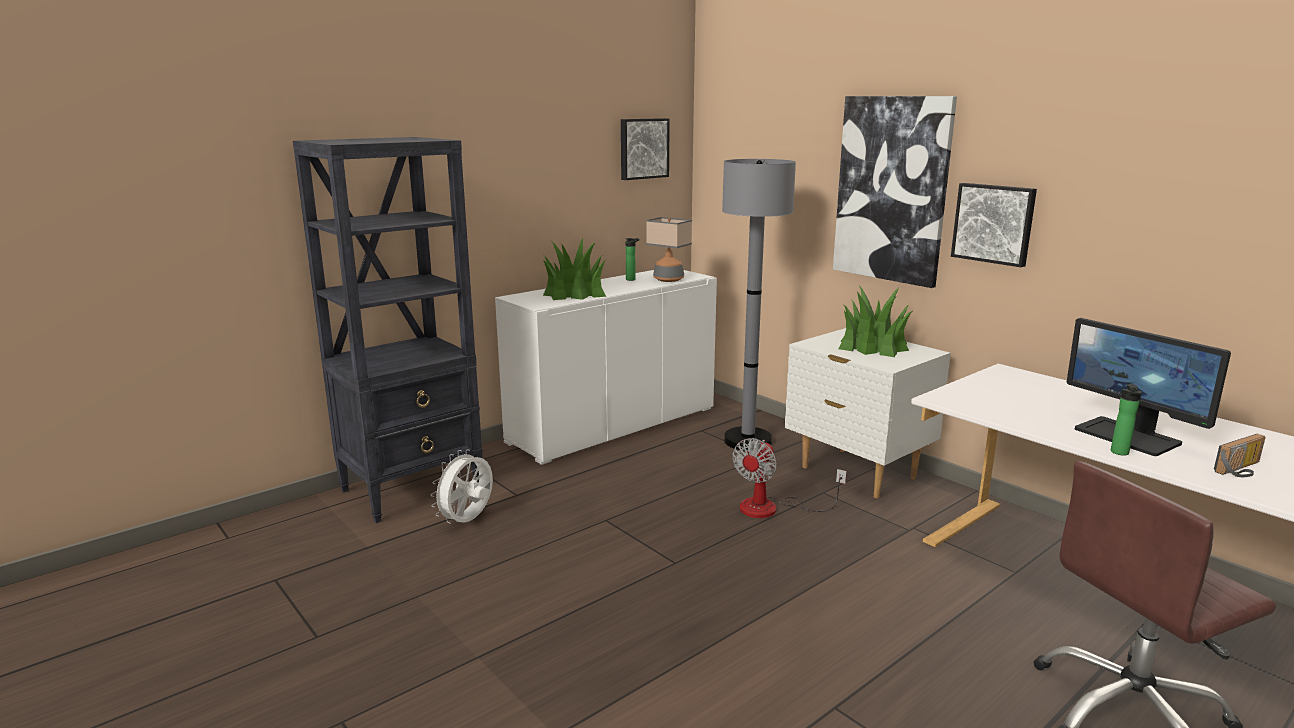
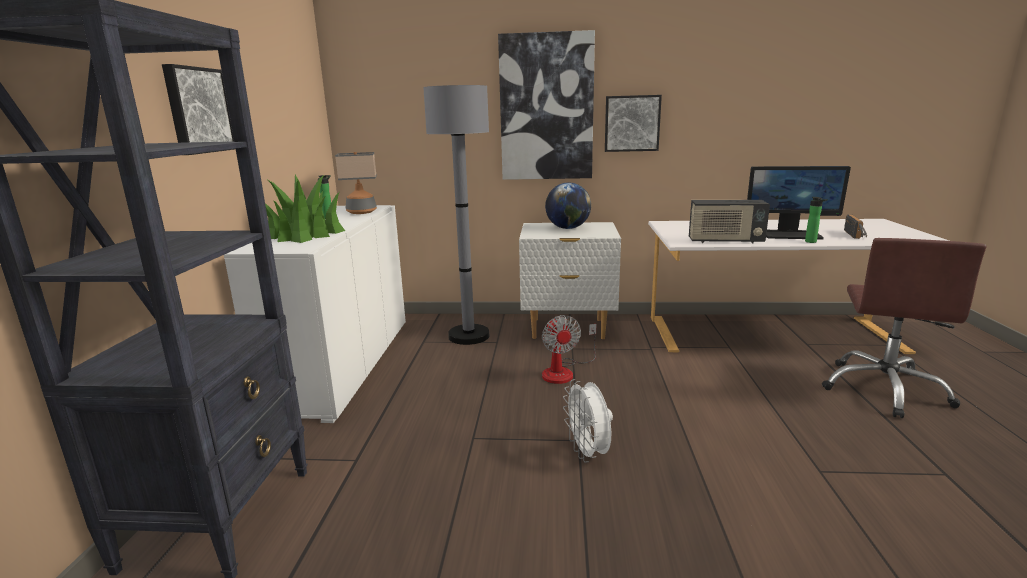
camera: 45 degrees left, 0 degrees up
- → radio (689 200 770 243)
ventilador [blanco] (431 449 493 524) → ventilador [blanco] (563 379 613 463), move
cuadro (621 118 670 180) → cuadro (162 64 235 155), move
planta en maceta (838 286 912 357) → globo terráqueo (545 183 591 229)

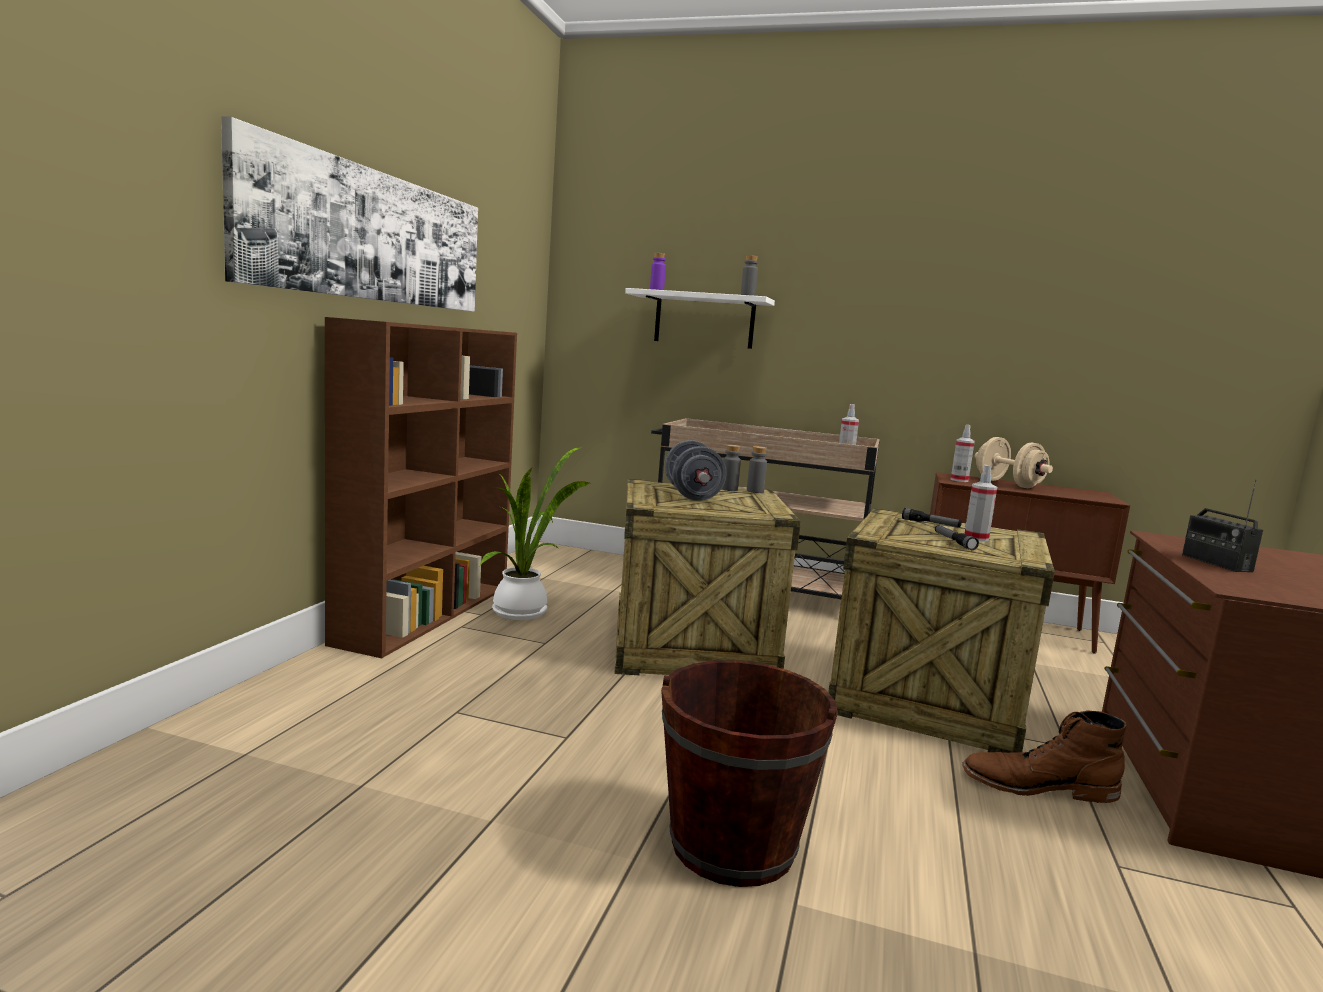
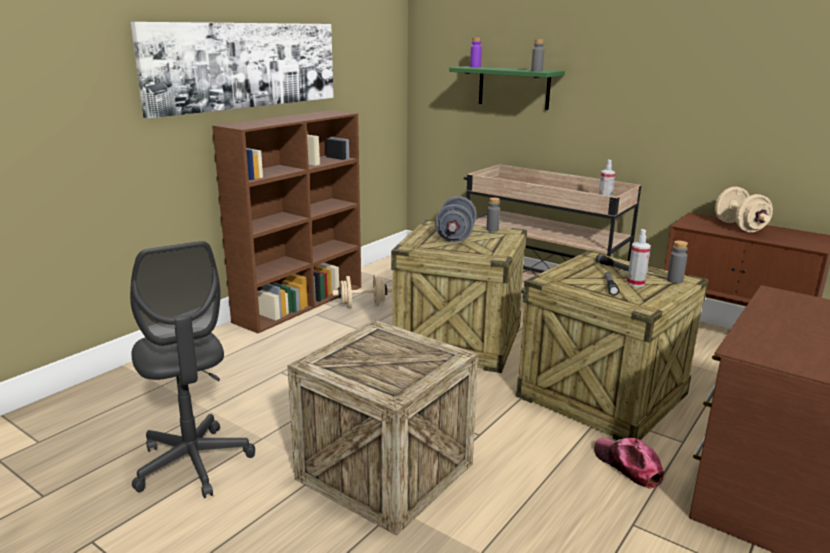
camera: 20 degrees right, 10 degrees up
pulverizador (951 425 975 482) → -
radio (1182 480 1263 572) → -
- → silla de oficina [gris] (130 241 255 498)
botella [gris] (747 446 767 493) → botella [gris] (667 241 688 283), move
planta en maceta (480 447 589 620) → mancuerna [beis] (333 274 392 308)
cubo [marrón] (661 660 838 887) → caja de embalaje (287 320 478 536)
bota [marrón] (962 710 1127 803) → gorra (594 438 664 489)
estante [blanco] (625 288 775 349) → estante [verde] (449 66 565 110)

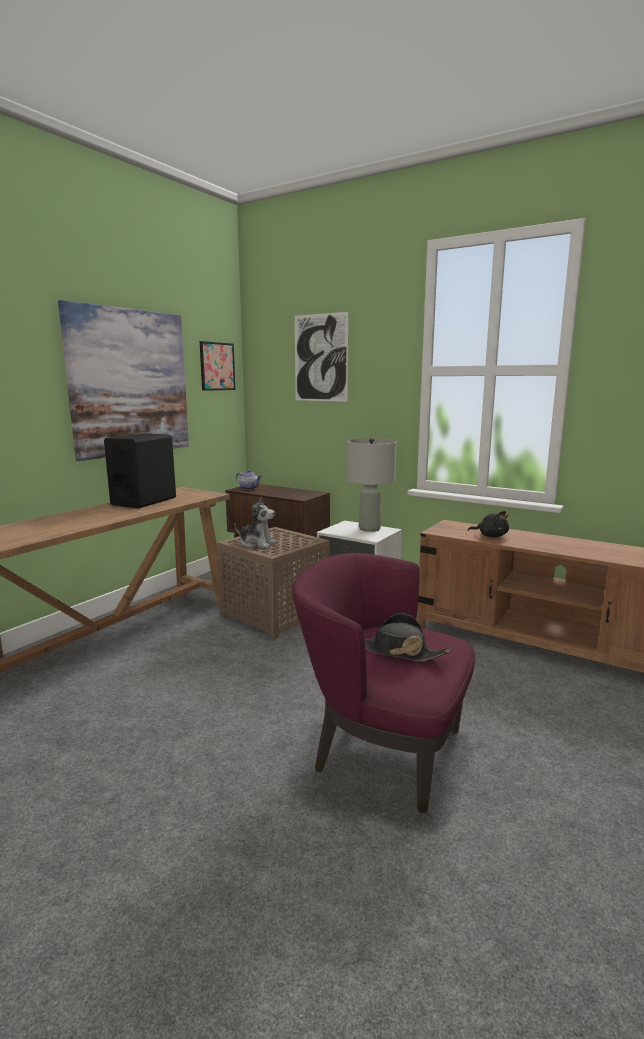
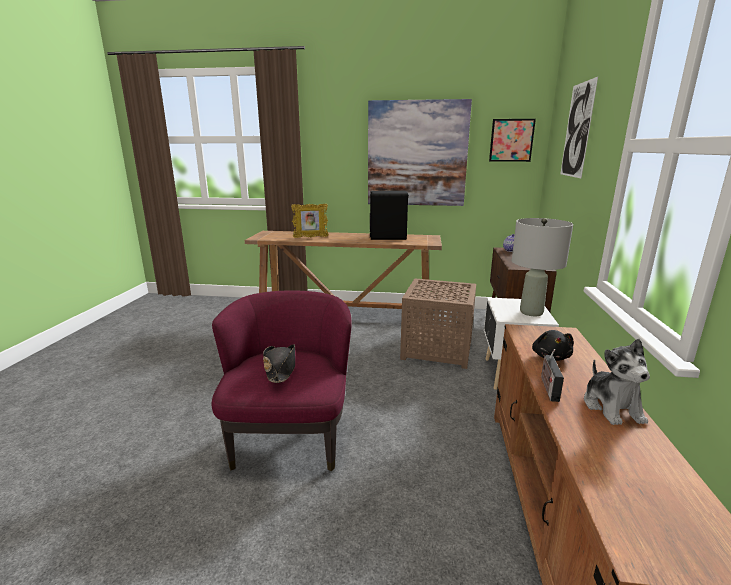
camera: 65 degrees right, 5 degrees up
- → portarretratos (291 204 329 238)
- → radio (541 349 564 402)
peluche (235 497 277 548) → peluche (584 339 650 425), move

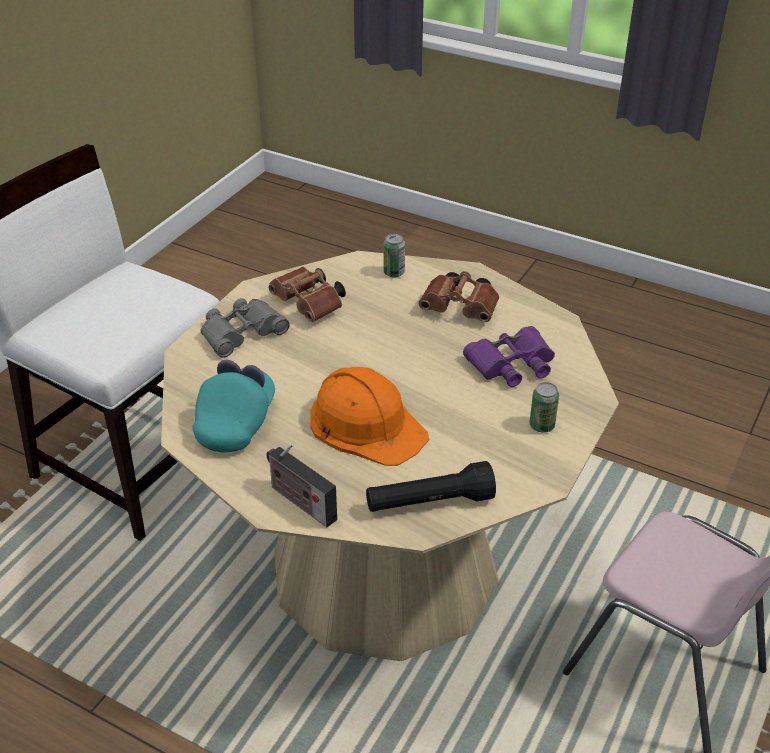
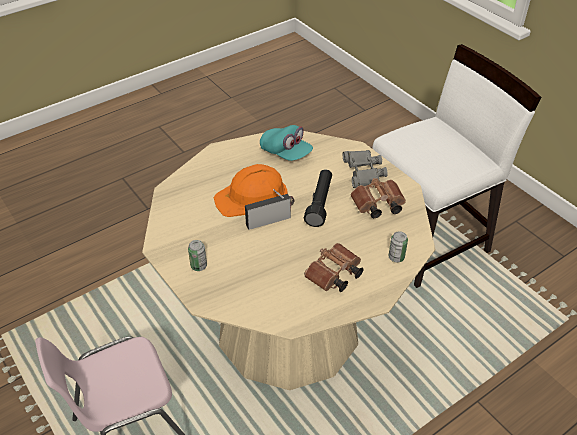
camera: 115 degrees right, 5 degrees up
prismáticos [morado] (463 326 555 387) → -
radio (266 444 337 527) → radio (245 189 295 230), move
linterna [negro] (366 461 496 512) → linterna [negro] (304 169 332 227), move

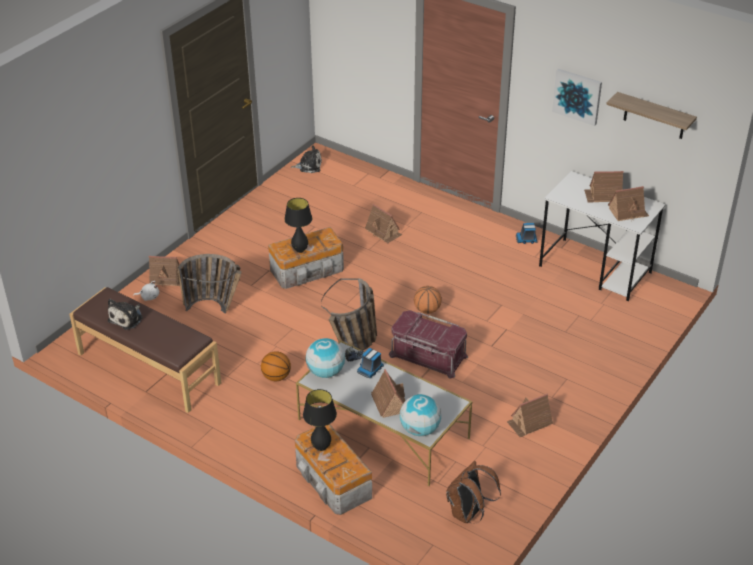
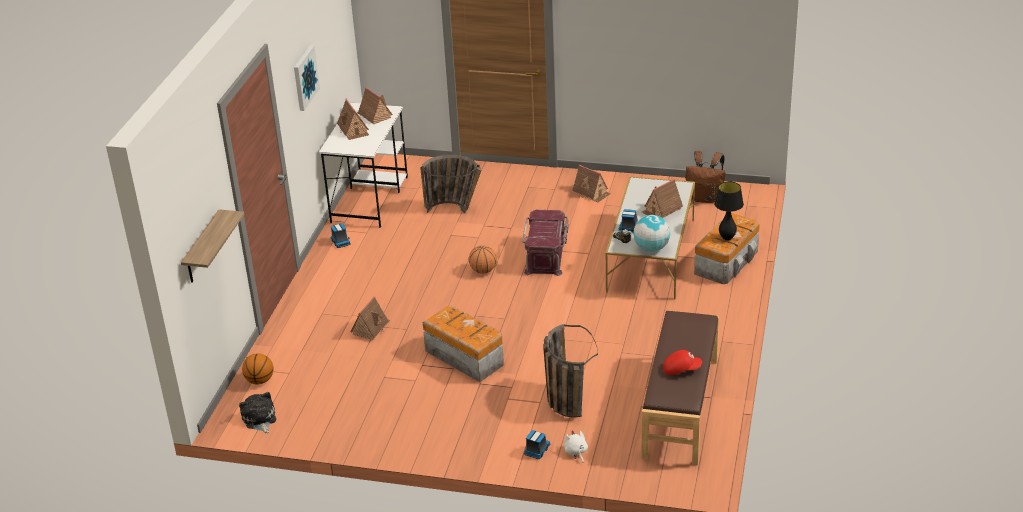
camera: 110 degrees left, 5 degrees down
lámpara de mesa [negro] (284 198 312 253) → -
globo terráqueo (400 394 441 436) → -
balón de baloncesto (261 351 291 381) → balón de baloncesto (242 353 273 384), move
cesta (321 278 377 350) → cesta (420 155 481 213), move
estante (606 92 697 139) → estante (181 209 244 283), move
peluche (108 299 143 330) → gorra [rojo] (663 350 702 375)
casita (149 256 180 287) → camión de juguete (524 430 551 459)

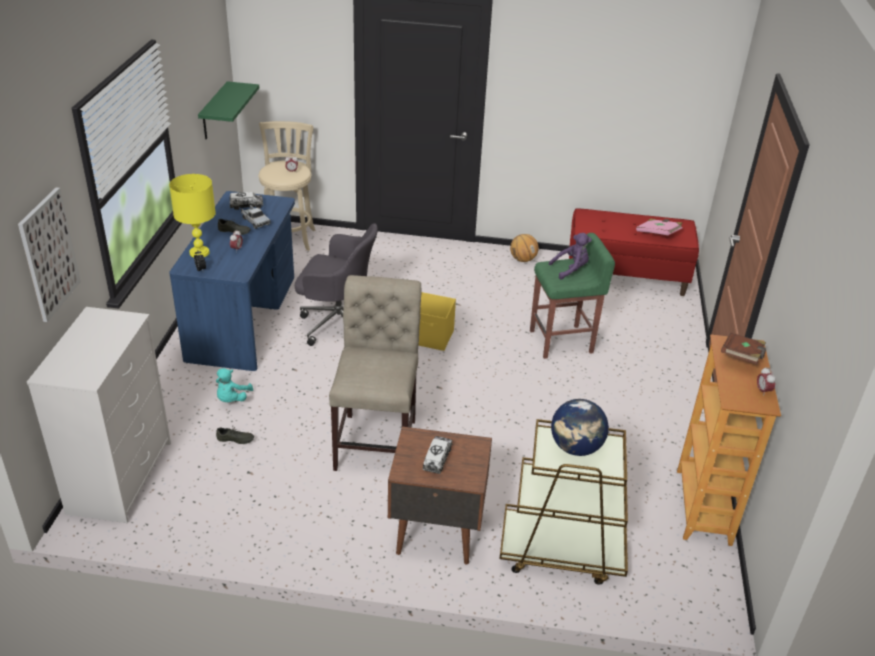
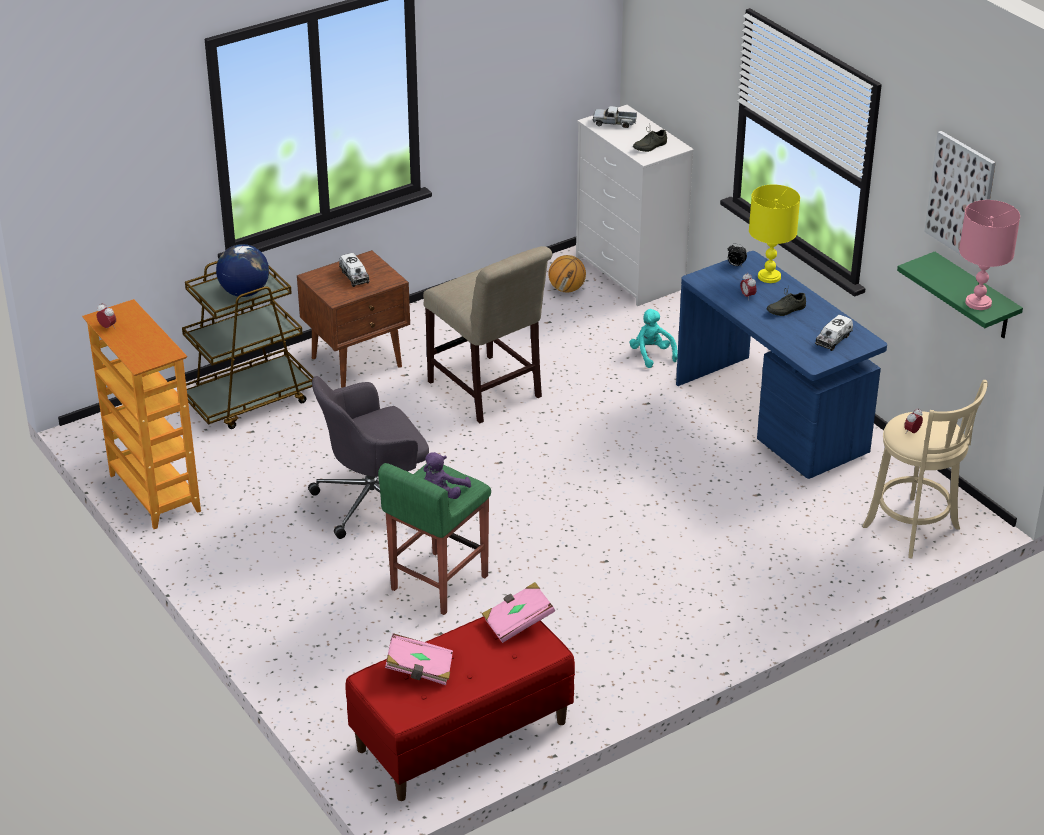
camera: 140 degrees right, 0 degrees up
caja de almacenaje [amarillo] (418 292 456 351) → -
libro [marrón] (721 333 766 364) → -
- → libro [rosa] (482 582 555 643)
- → lámpara de mesa [rosa] (959 200 1020 310)
cuadro (18 188 81 322) → cuadro (924 131 996 255), move
zapato [gris] (216 427 254 444) → zapato [gris] (633 127 667 152), move
camión de juguete (241 205 271 229) → camión de juguete (593 106 637 128), move
silla de oficina [gris] (295 223 378 346) → silla de oficina [gris] (308 376 429 539), move
balón de baloncesto (510 234 539 262) → balón de baloncesto (548 255 586 292), move

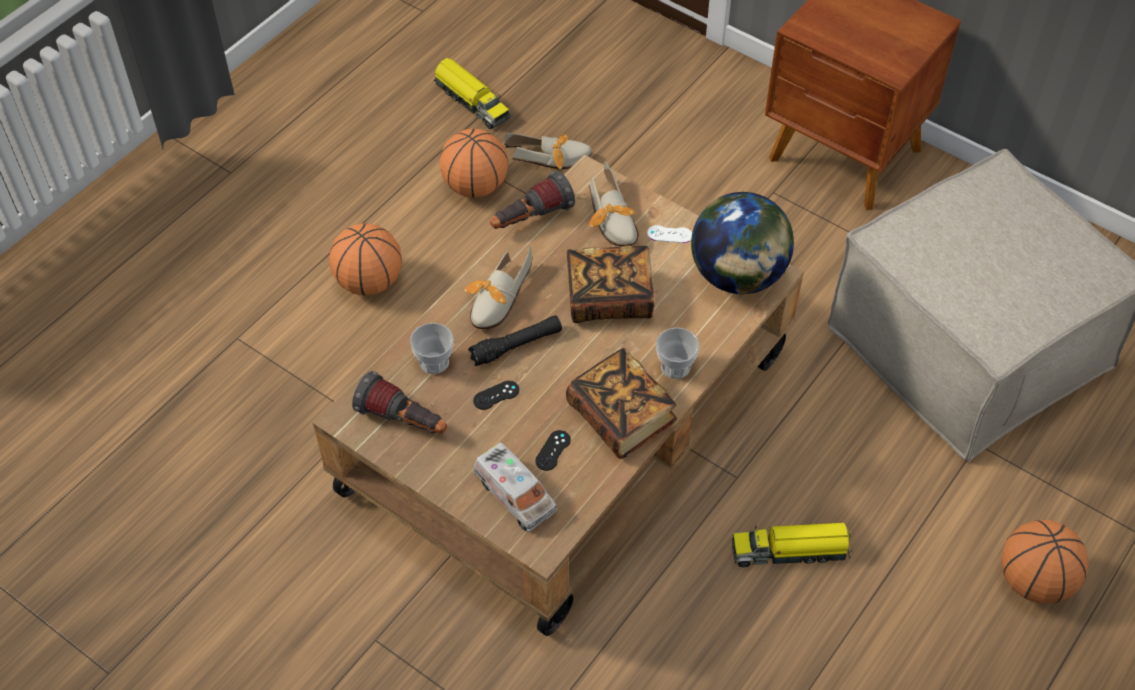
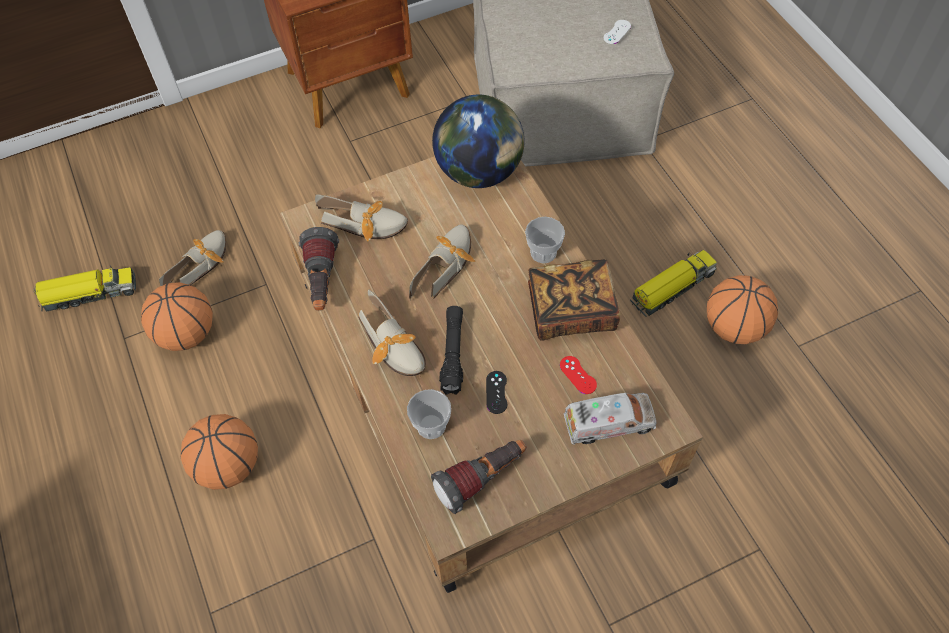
camera: 60 degrees left, 5 degrees up
mando de consola [blanco] (647 225 692 243) → mando de consola [blanco] (604 20 631 44), move
balón de baloncesto (1001 520 1089 604) → balón de baloncesto (707 275 778 344), move
libro (567 245 655 323) → zapato (409 225 476 301)
mando de consola [negro] (535 430 571 471) → mando de consola [rojo] (560 356 597 394)
camión de juguete (732 523 852 567) → camión de juguete (630 250 717 317), 150 degrees counterclockwise

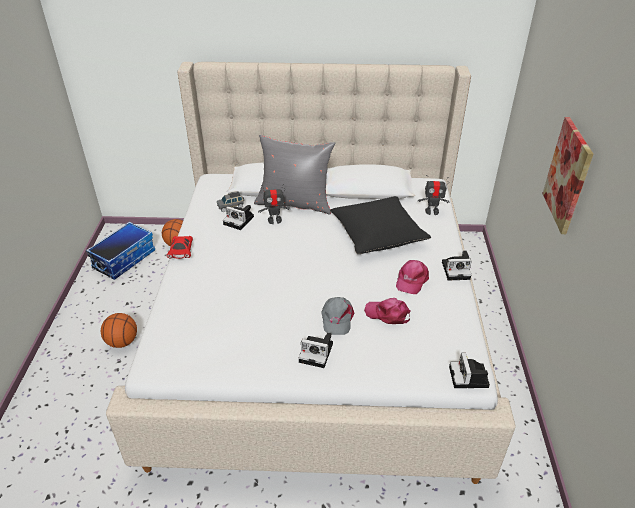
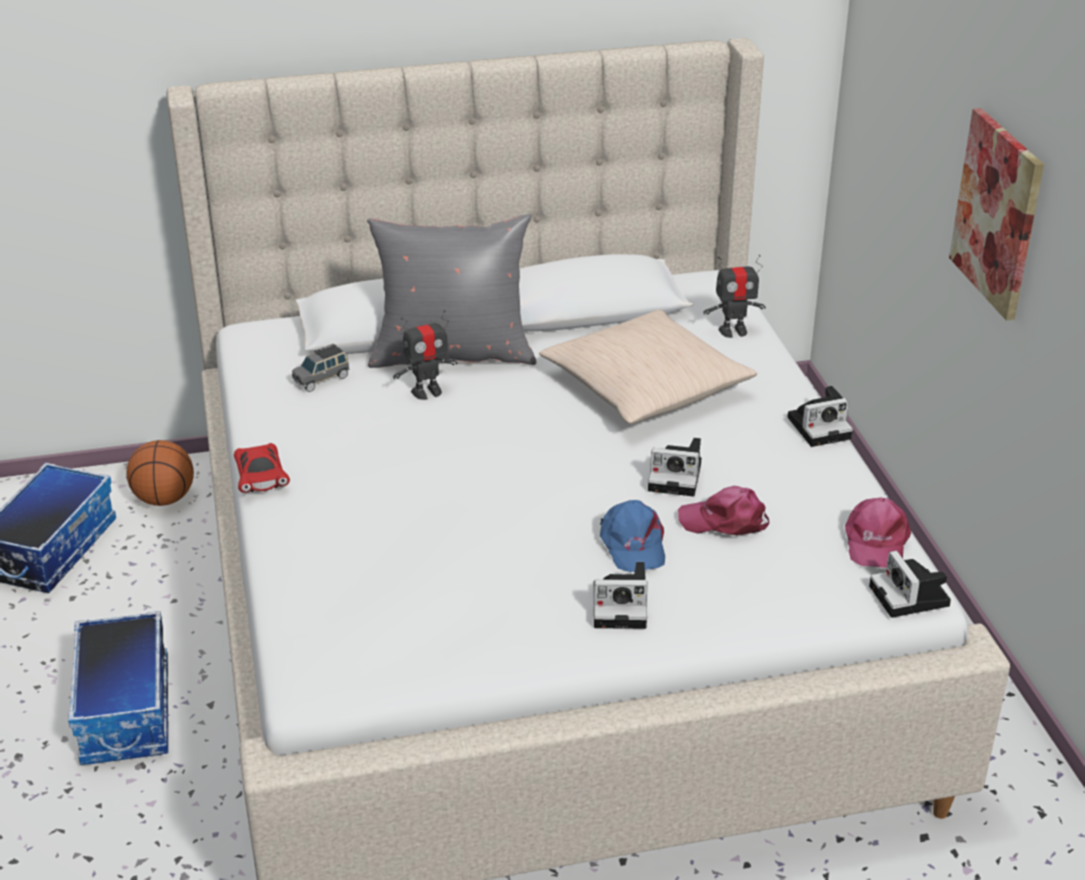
camera: 15 degrees left, 5 degrees down
cámara (223 205 254 230) → cámara (648 438 701 497), move
gorra [rosa] (396 260 429 294) → gorra [rosa] (845 498 911 568), move
balón de baloncesto (101 313 137 348) → caja de almacenaje (68 611 168 765)
gorra [gris] (322 297 354 335) → gorra [azul] (600 500 665 572)
cojín [negro] (330 196 431 254) → cojín [beis] (539 310 757 424)

